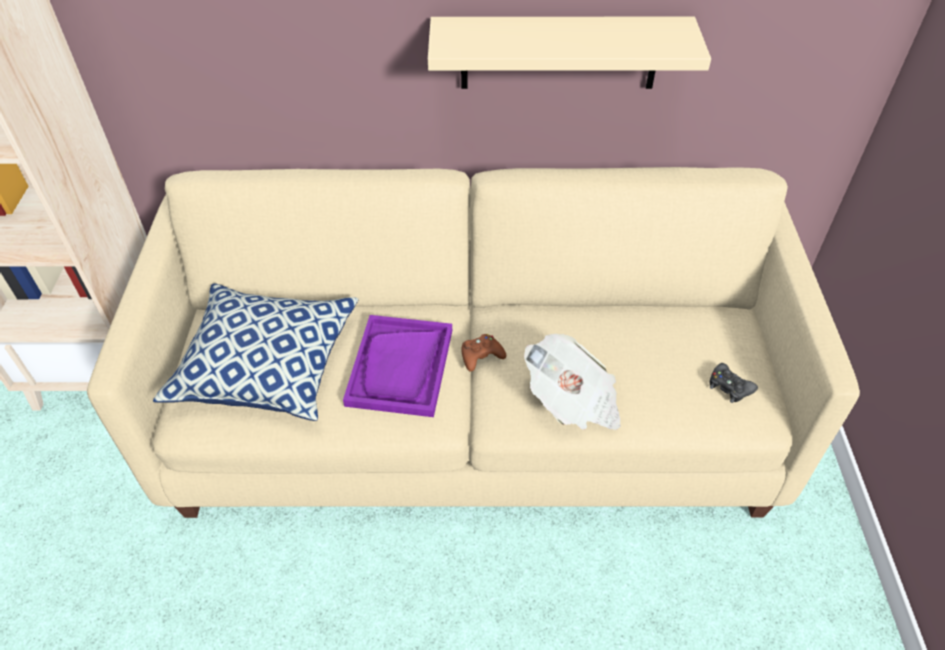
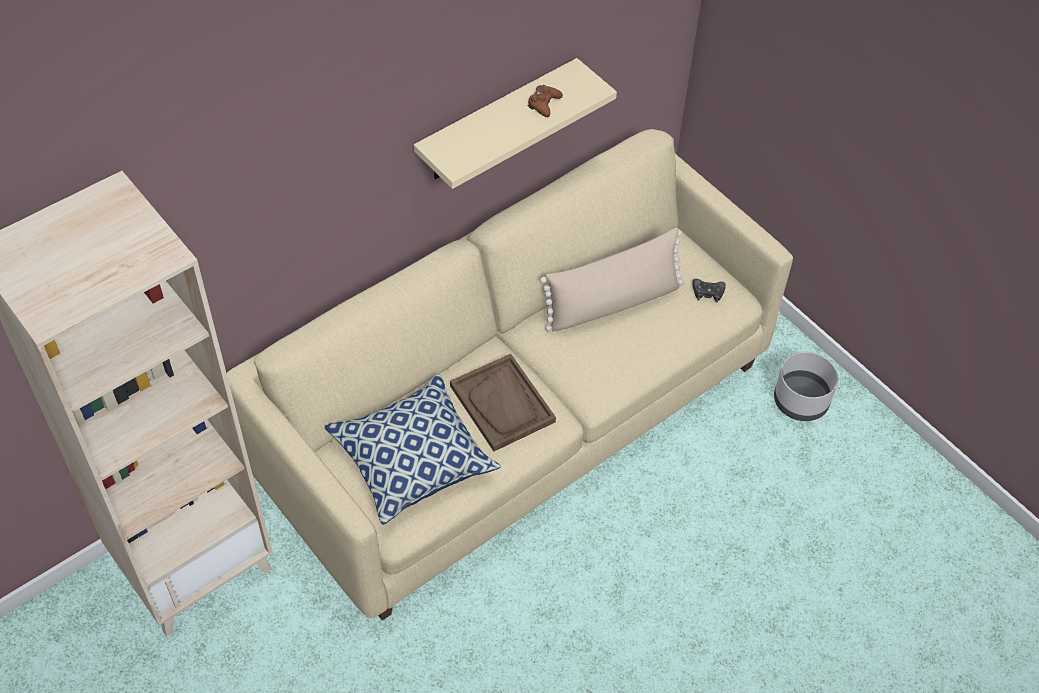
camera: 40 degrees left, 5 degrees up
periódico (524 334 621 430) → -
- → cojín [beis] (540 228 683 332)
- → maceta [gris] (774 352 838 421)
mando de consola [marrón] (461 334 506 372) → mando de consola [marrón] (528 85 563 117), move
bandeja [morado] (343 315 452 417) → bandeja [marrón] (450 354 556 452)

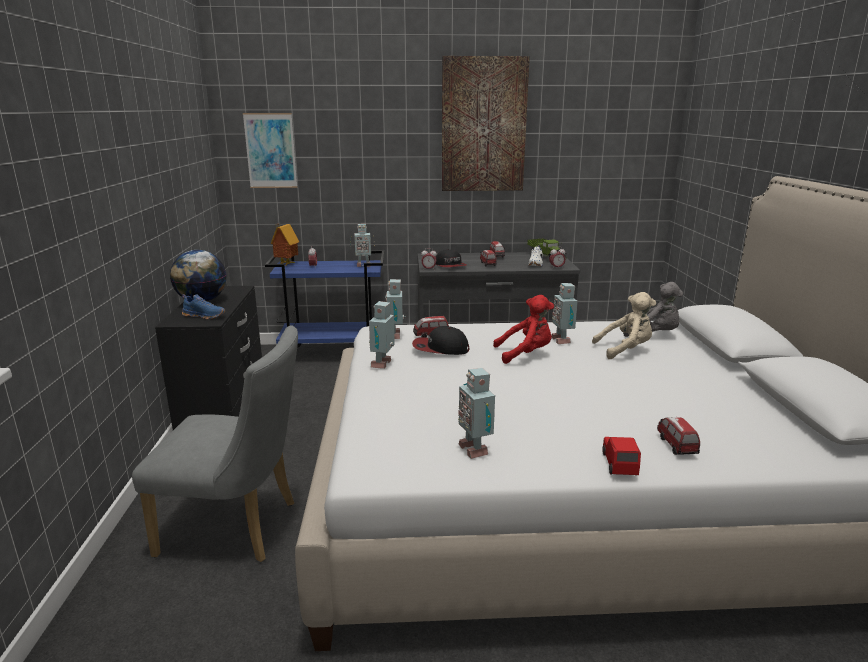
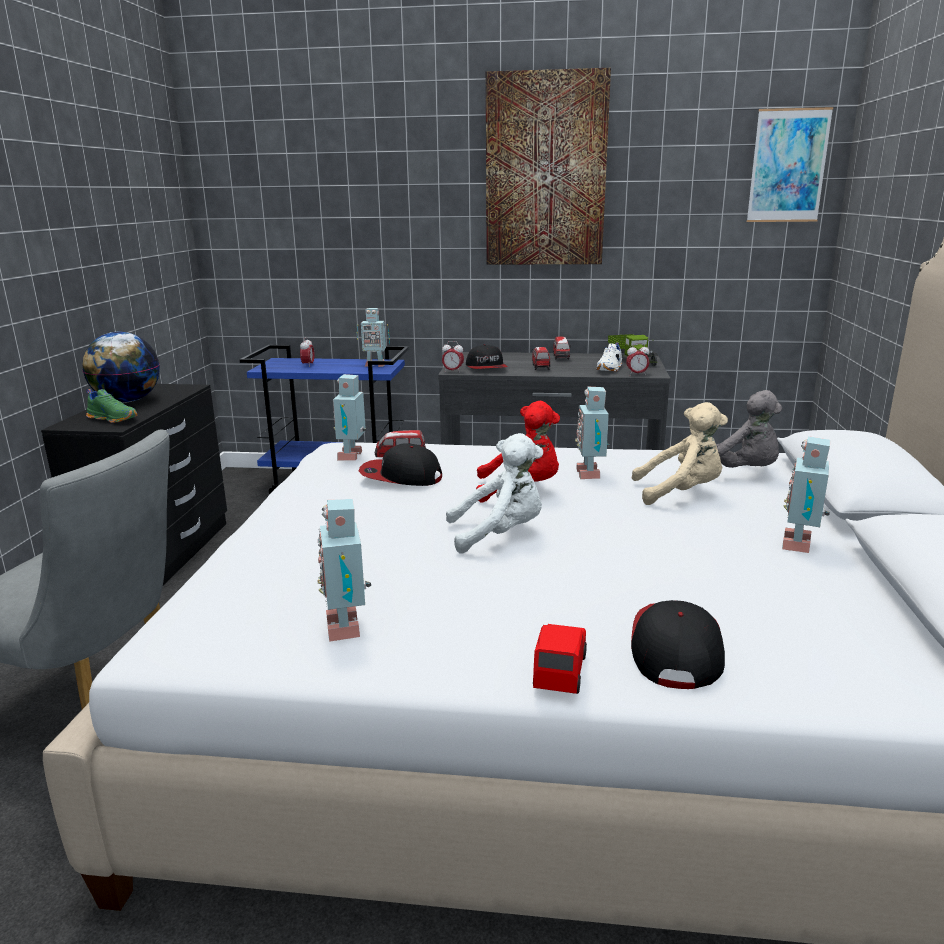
camera: 10 degrees right, 0 degrees up
casita (271 224 299 267) → -
- → peluche [blanco] (446 433 543 553)
cuadro (243 113 297 188) → cuadro (747 107 833 222), move
robot de juguete (369 301 395 369) → robot de juguete (782 436 831 553), move
coche de juguete (657 417 700 455) → gorra (631 600 725 689)
zapato [azul] (182 294 225 319) → zapato [verde] (86 389 138 423)

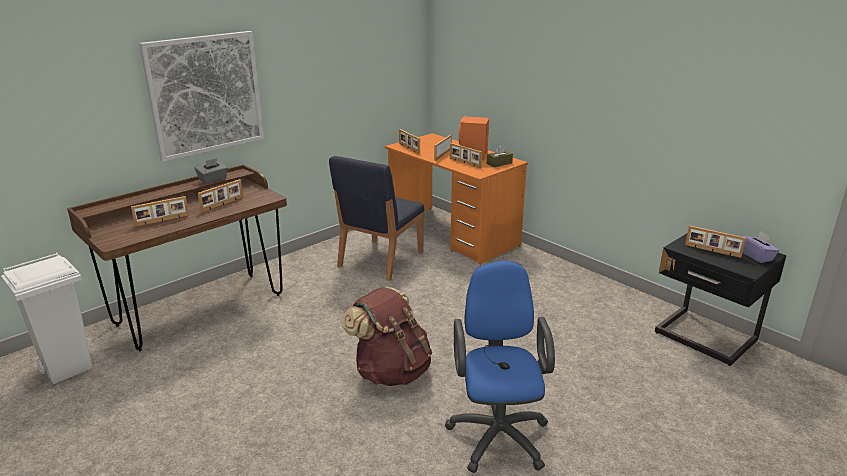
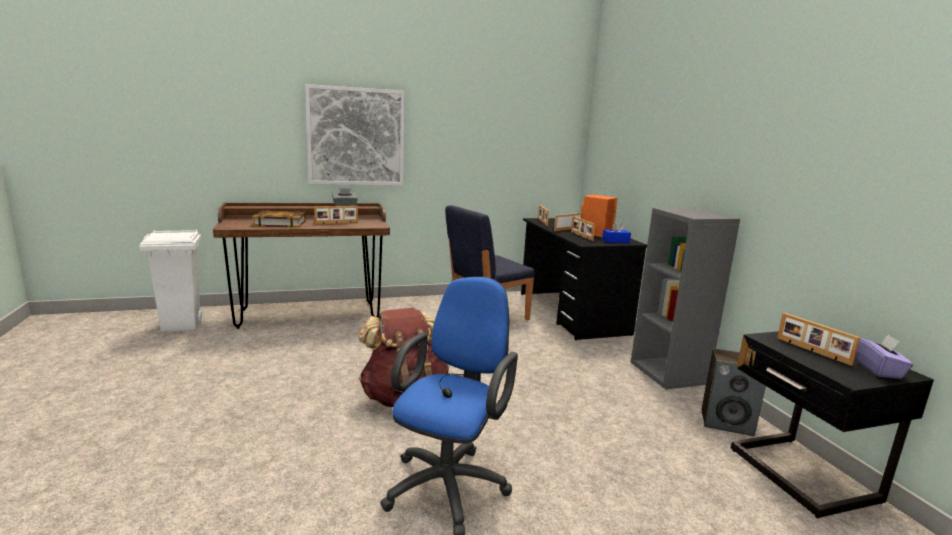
camera: 25 degrees right, 10 degrees down
- → estantería [gris] (631 208 740 390)
- → altavoz (701 348 766 436)
portarretratos (131 196 189 227) → libro (252 210 306 227)
escritorio [naranja] (385 133 528 265) → escritorio [negro] (521 218 647 341)
caja de pañuelos [marrón] (487 145 513 167) → caja de pañuelos [azul] (602 221 631 243)

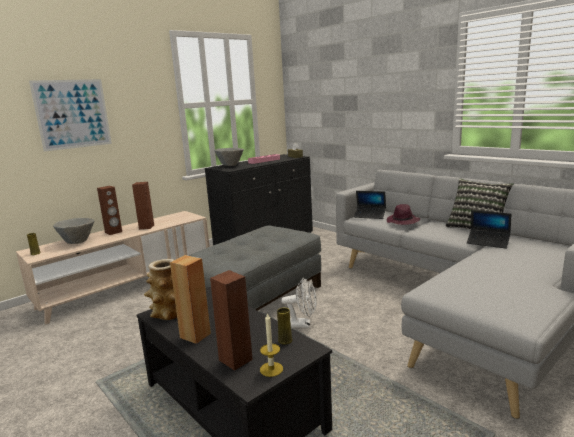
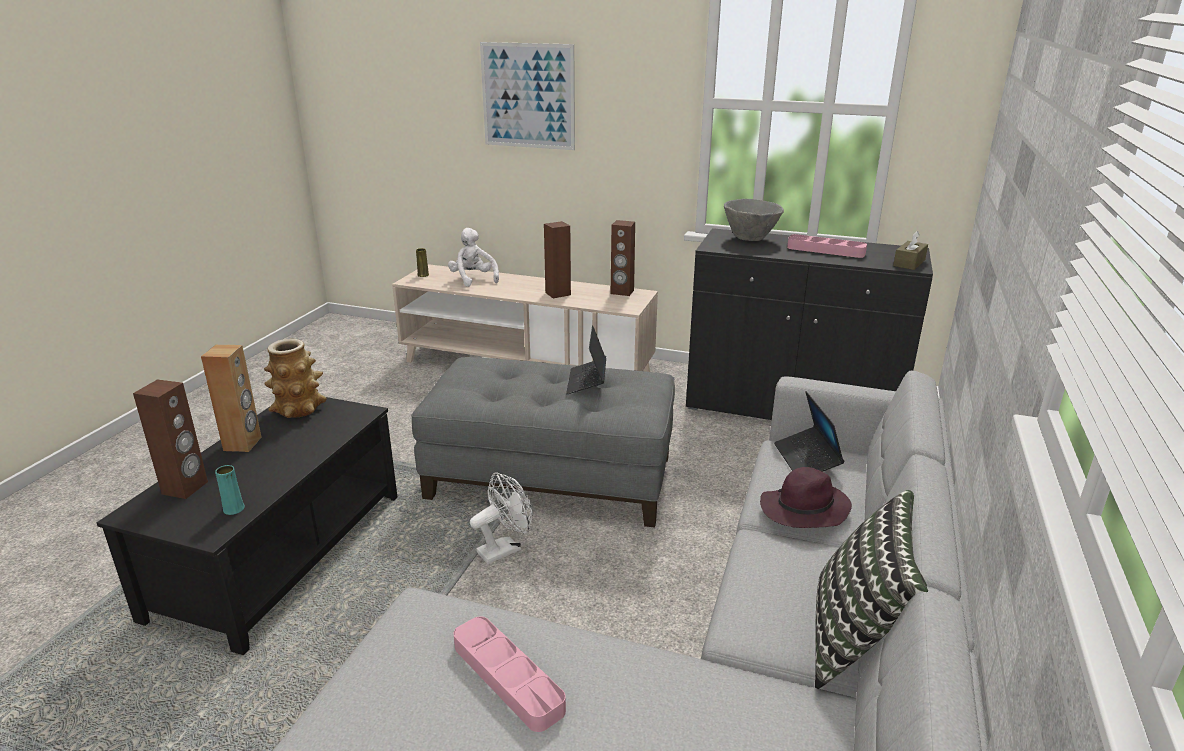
camera: 60 degrees right, 10 degrees up
vela (260 313 283 377) → -
- → bandeja [rosa] (454 617 566 732)
altavoz [marrón] (97 186 122 235) → altavoz [marrón] (611 220 635 296), move
portátil (467 210 511 249) → portátil (566 325 606 394), move
cuenco [gris] (53 218 94 244) → peluche [blanco] (448 228 499 287)
florero [amarillo] (277 308 292 345) → florero [turquesa] (215 465 245 515)
ventilador [blanco] (281 278 317 328) → ventilador [blanco] (470 473 533 564), 105 degrees counterclockwise

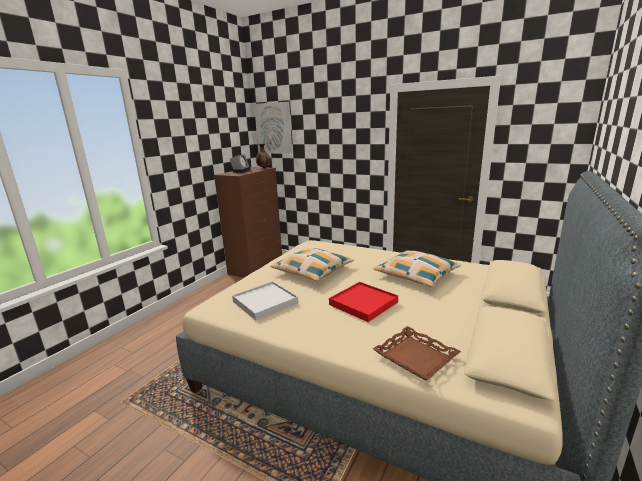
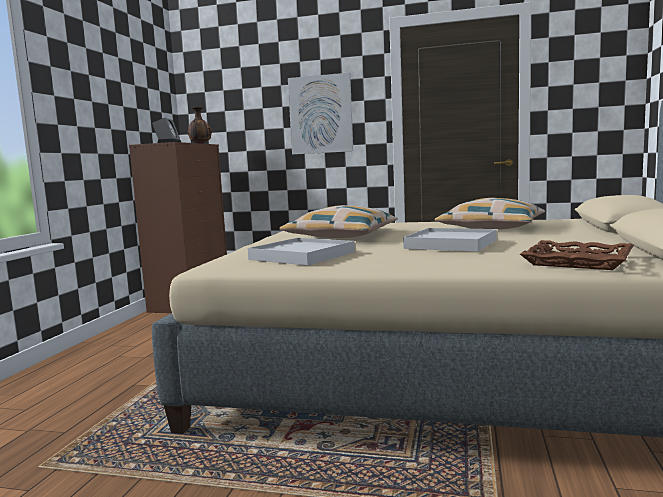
camera: 15 degrees left, 10 degrees down
cuadro (254 102 292 154) → cuadro (288 73 353 155), move
bandeja [rojo] (329 282 398 322) → bandeja [blanco] (403 228 496 252)

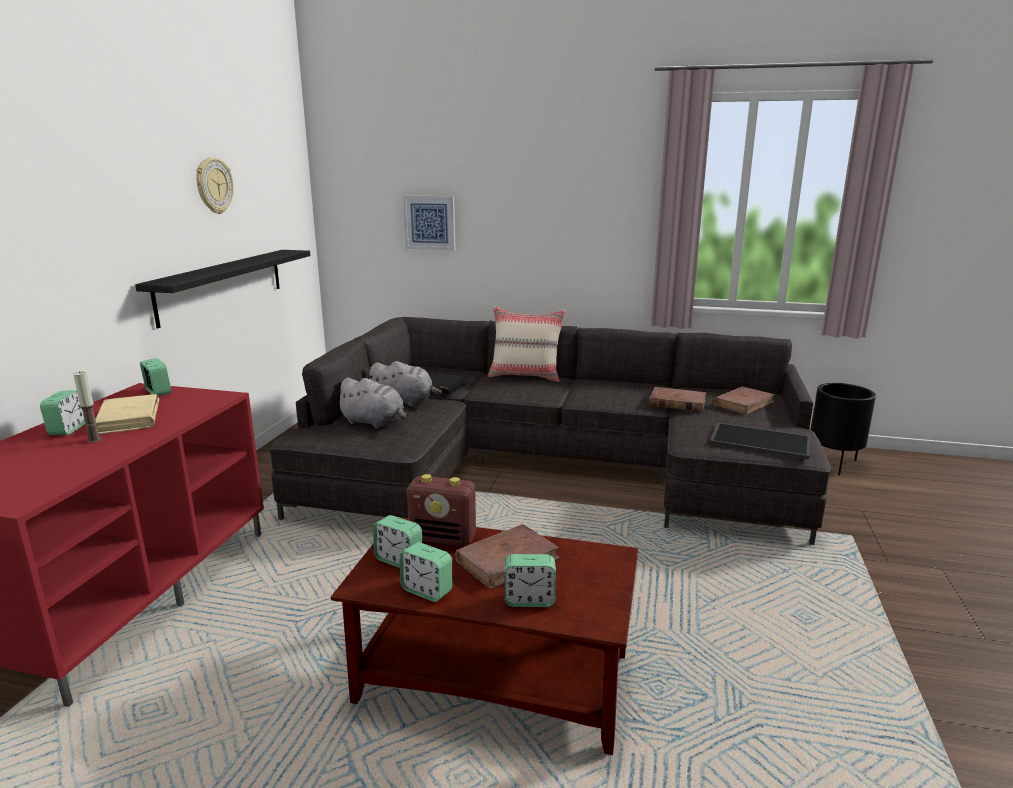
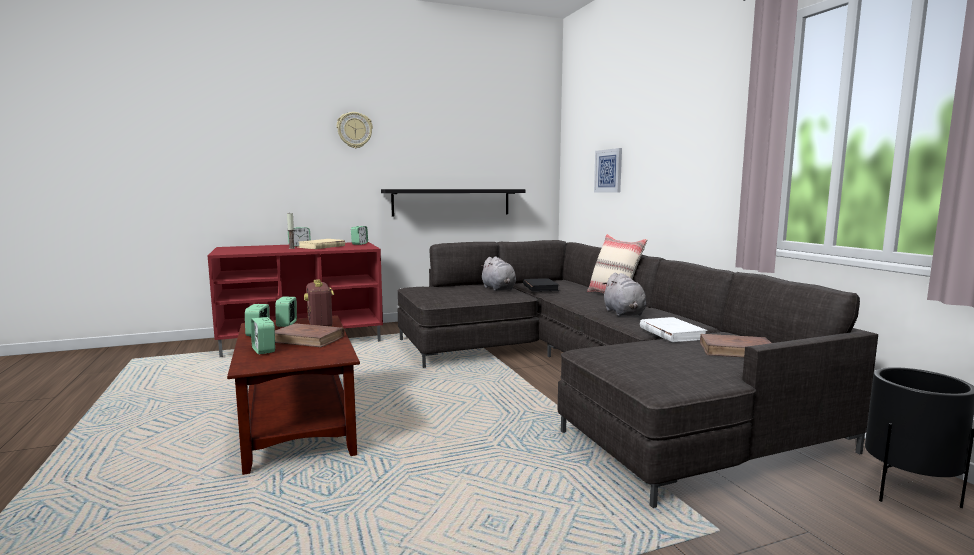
camera: 55 degrees right, 10 degrees down
bandeja (710 422 810 459) → -
reloj de pared (196 157 234 214) → reloj de pared (337 112 373 148), move
peluche [gris] (335 377 406 429) → peluche [gris] (602 273 647 316), move
libro [marrón] (649 387 706 412) → libro [blanco] (640 317 708 342)

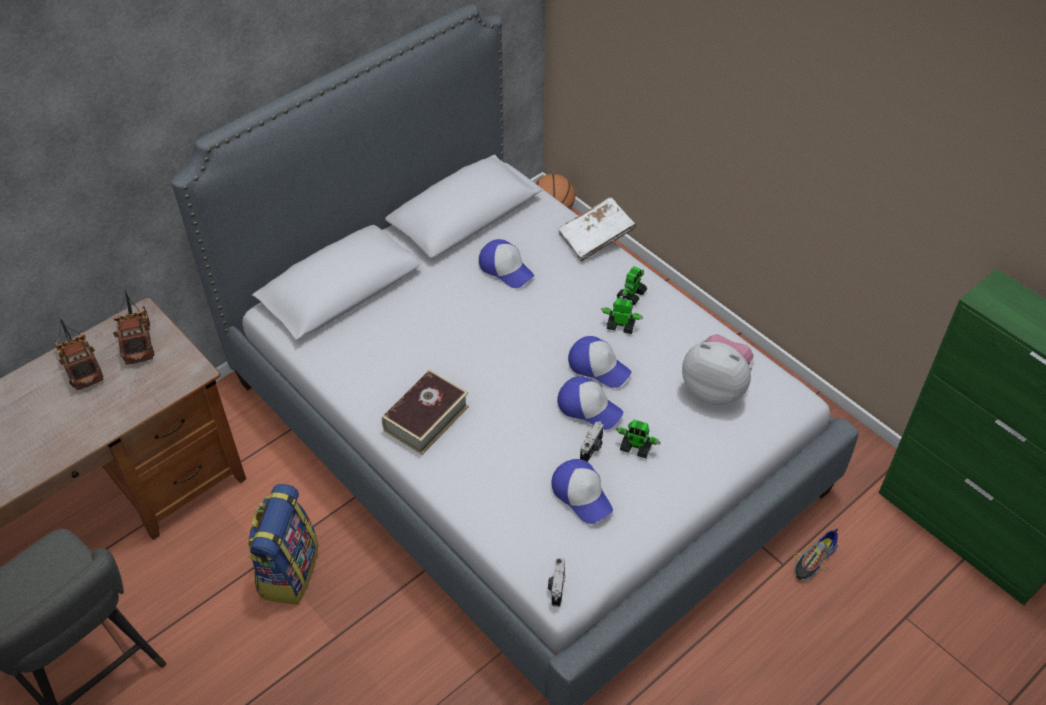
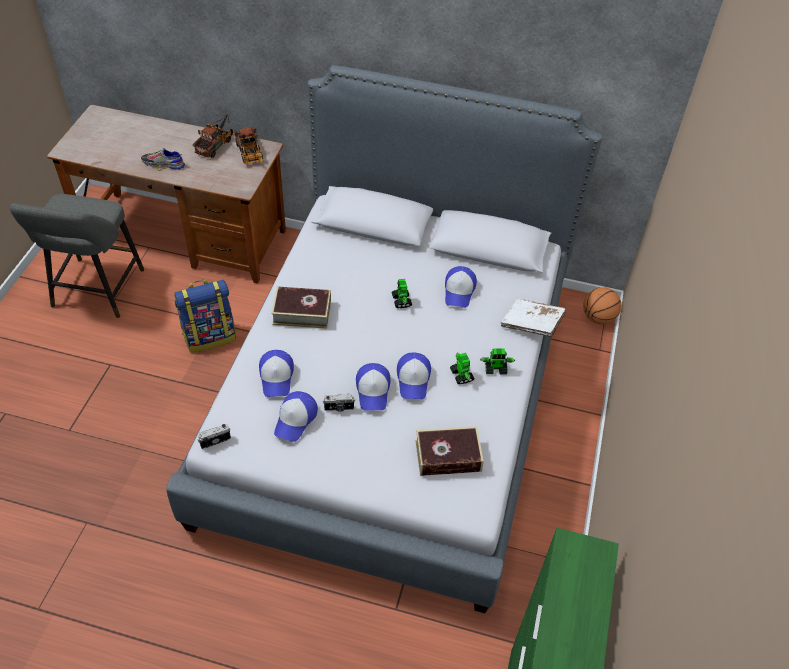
camera: 55 degrees right, 0 degrees up
- → gorra (259 350 294 397)
robot de juguete (616 419 660 458) → robot de juguete (391 279 412 308), move
zapato (793 528 838 581) → zapato (141 148 185 171), move
peluche (682 334 754 405) → libro (416 426 484 476)
camión de juguete (113 290 154 365) → camión de juguete (234 128 264 164), 120 degrees clockwise

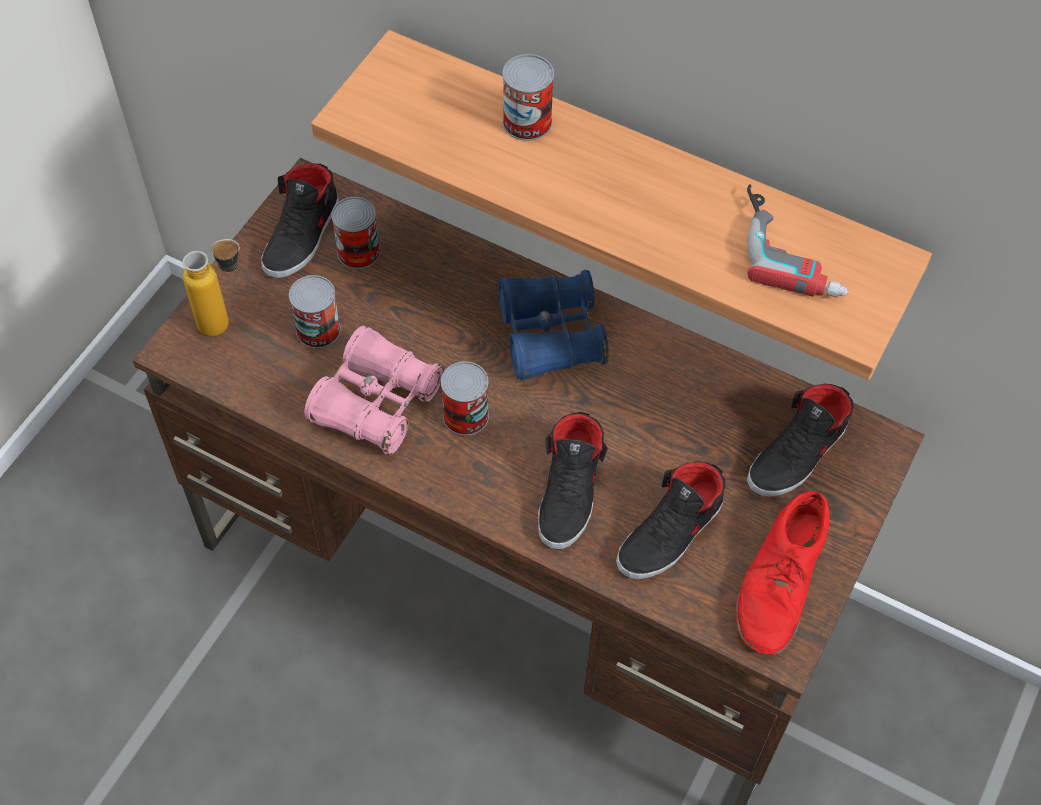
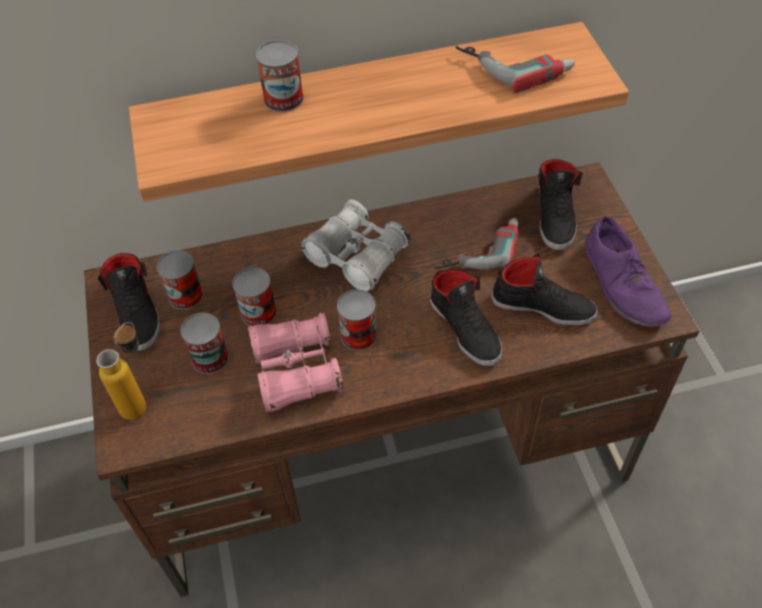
camera: 40 degrees left, 5 degrees down
- → lata (232 267 277 326)
- → taladro (433 218 519 270)
prismáticos [azul] (498 270 609 380) → prismáticos [blanco] (301 200 411 292)
zapato [rojo] (735 491 829 655) → zapato [morado] (584 216 671 327)
zapato [negro] (616 461 726 579) → zapato [negro] (491 254 597 326), 75 degrees counterclockwise

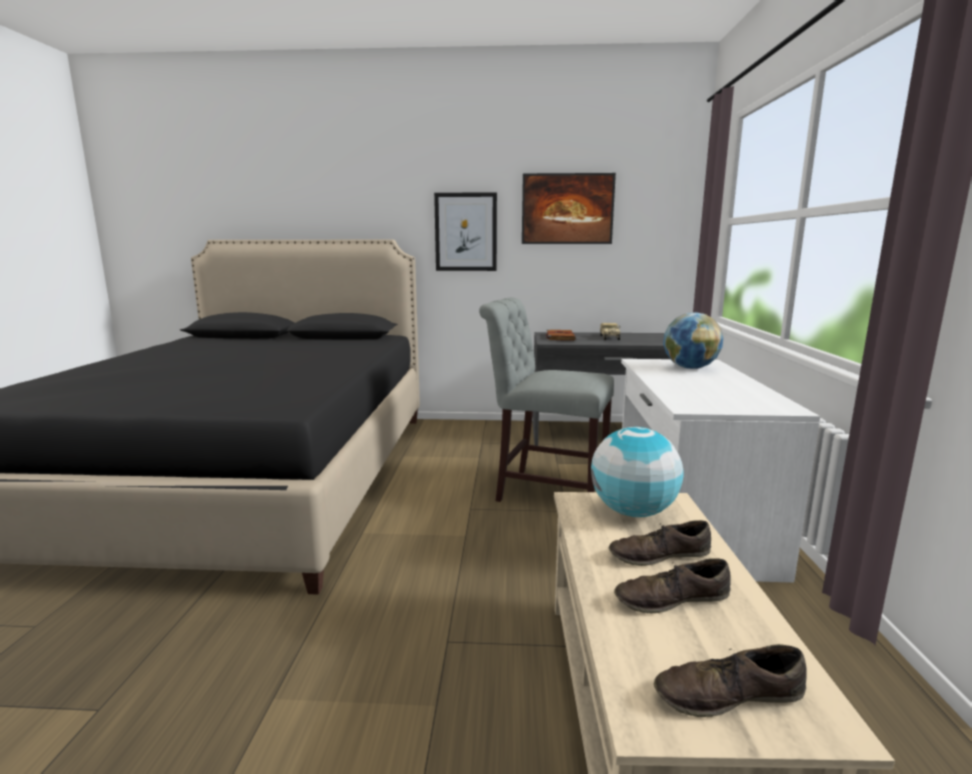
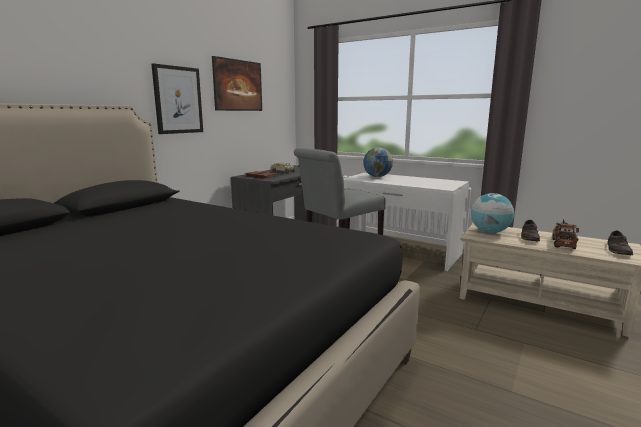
camera: 60 degrees left, 0 degrees up
zapato [marrón] (614 558 731 614) → camión de juguete (552 219 579 249)

